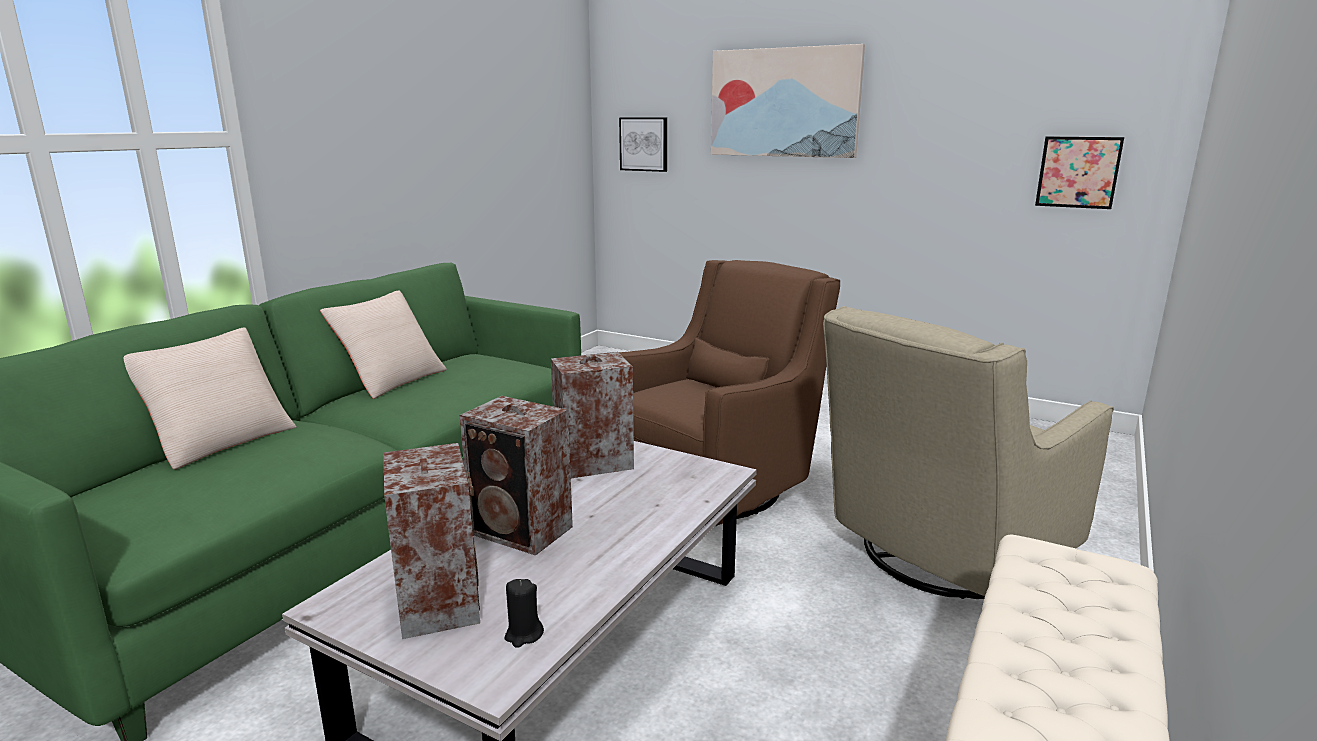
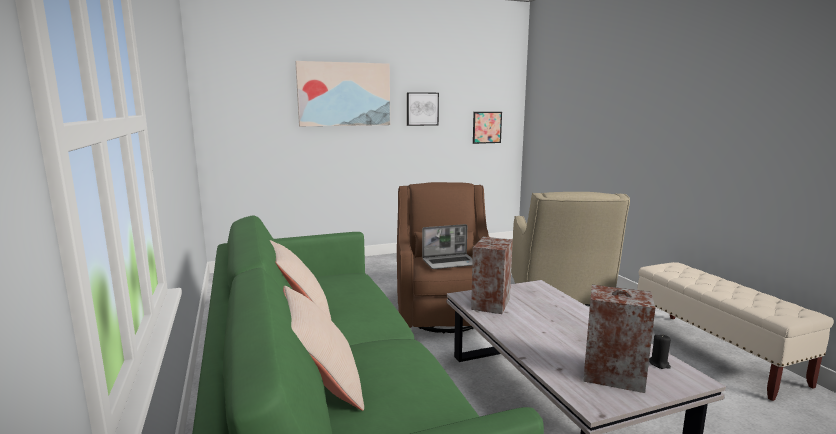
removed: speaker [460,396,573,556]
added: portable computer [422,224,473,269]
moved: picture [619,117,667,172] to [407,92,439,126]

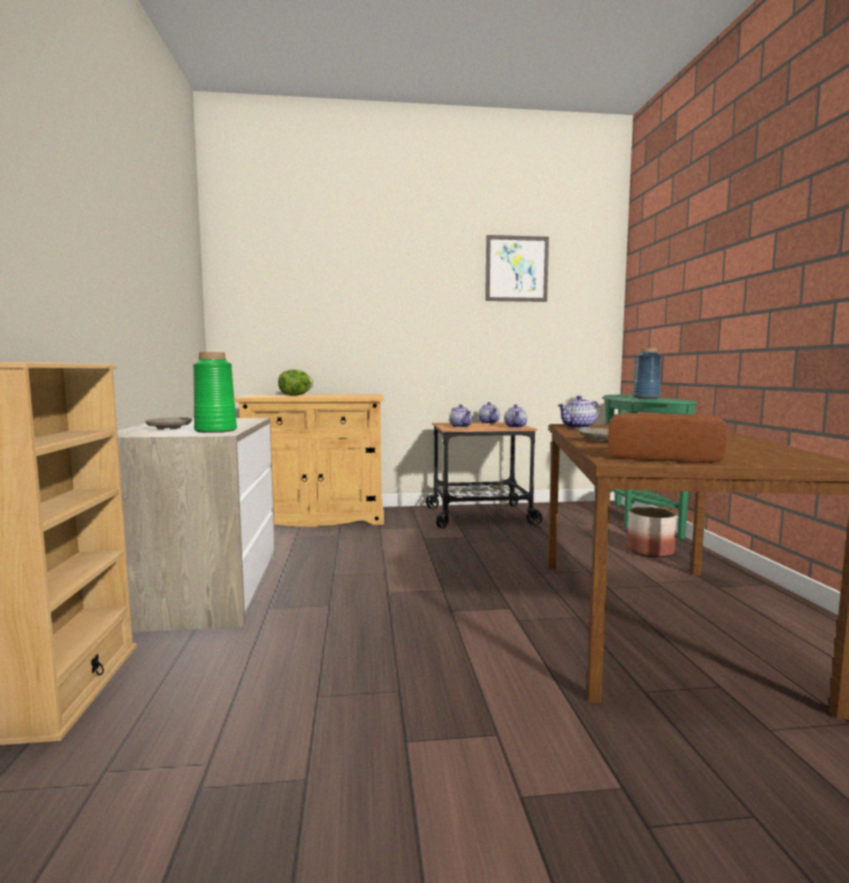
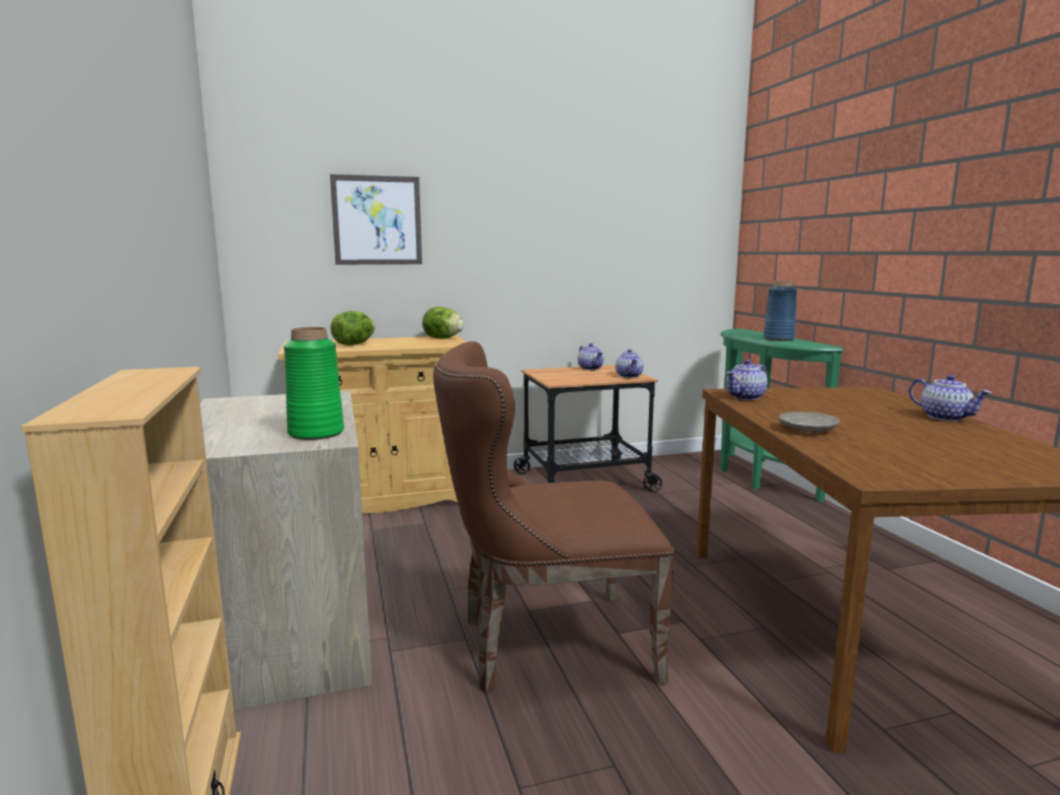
removed: beige dinner plate [145,417,192,430]; bread [608,413,727,463]; plant pot [627,507,676,557]
added: lettuce head [422,307,464,339]; brown-coloured chair [433,341,675,694]
moved: teapot [449,404,472,428] to [909,375,991,421]; picture [485,235,549,302] to [330,174,422,265]

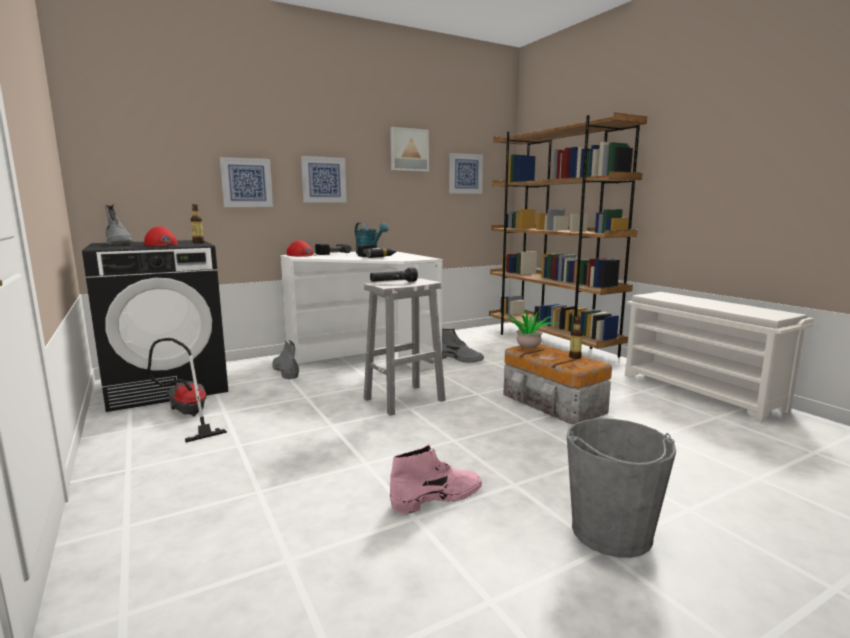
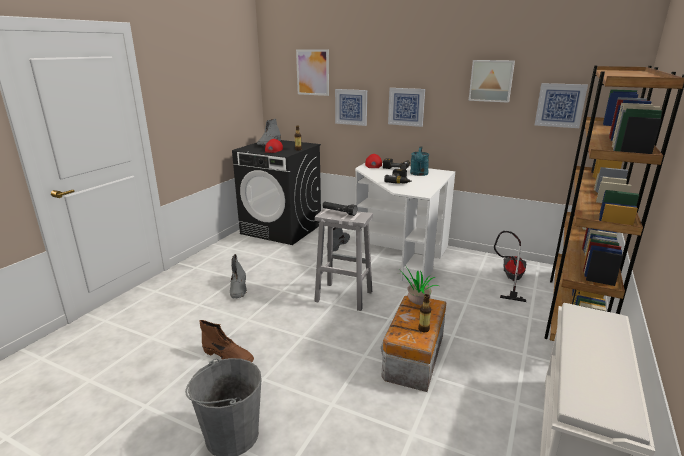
added: picture [296,49,329,96]
moved: vacuum [147,338,227,442] to [494,231,526,302]; greyish tall boot [442,328,484,363] to [230,254,247,299]
recoloured: pink tall boot [390,444,482,514] to brown-coloured tall boot [199,320,254,362]

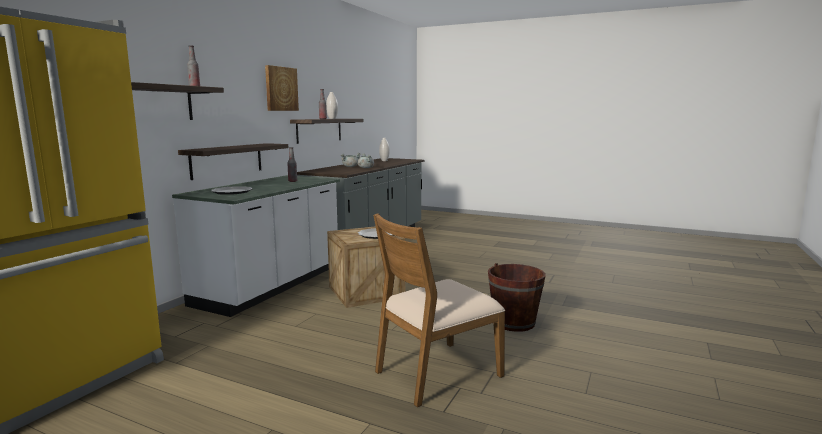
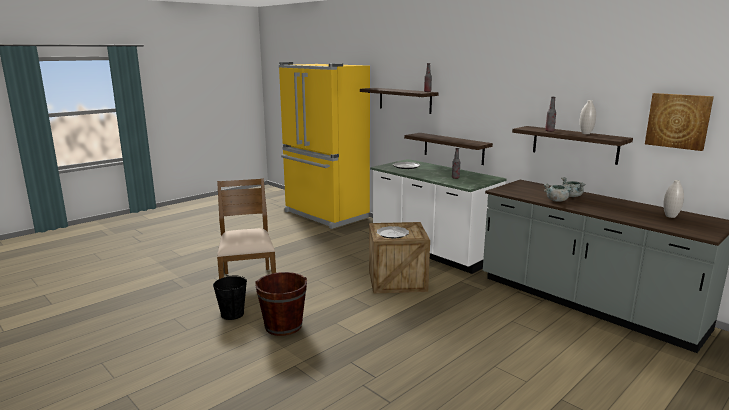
added: blackish pail [213,275,247,320]
moved: picture [265,65,299,111] to [645,93,714,151]

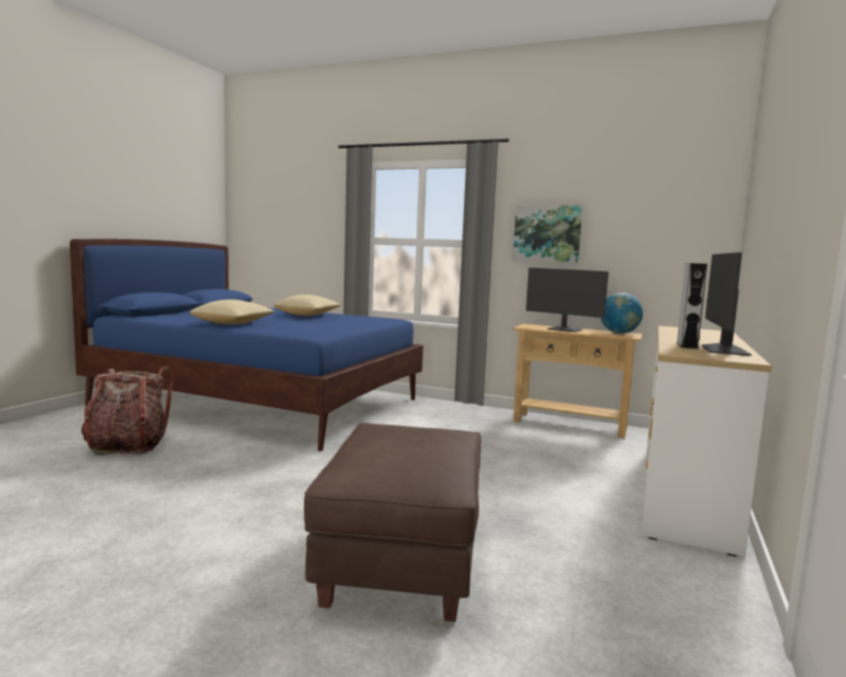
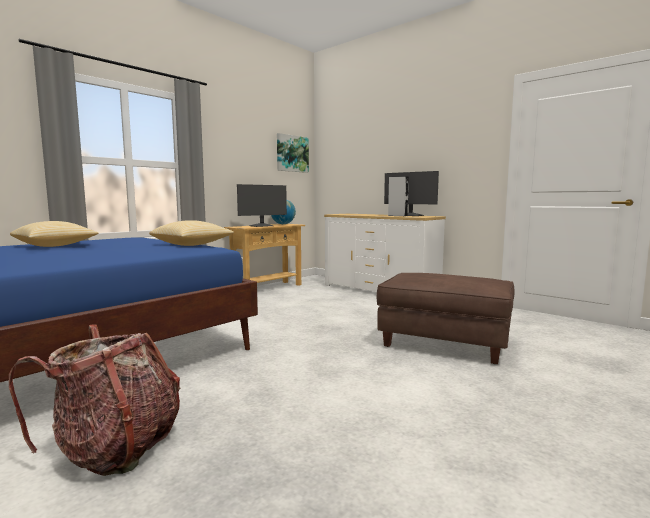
moved: pillow [190,299,275,325] to [149,220,234,246]; picture [513,205,583,263] to [277,133,309,173]

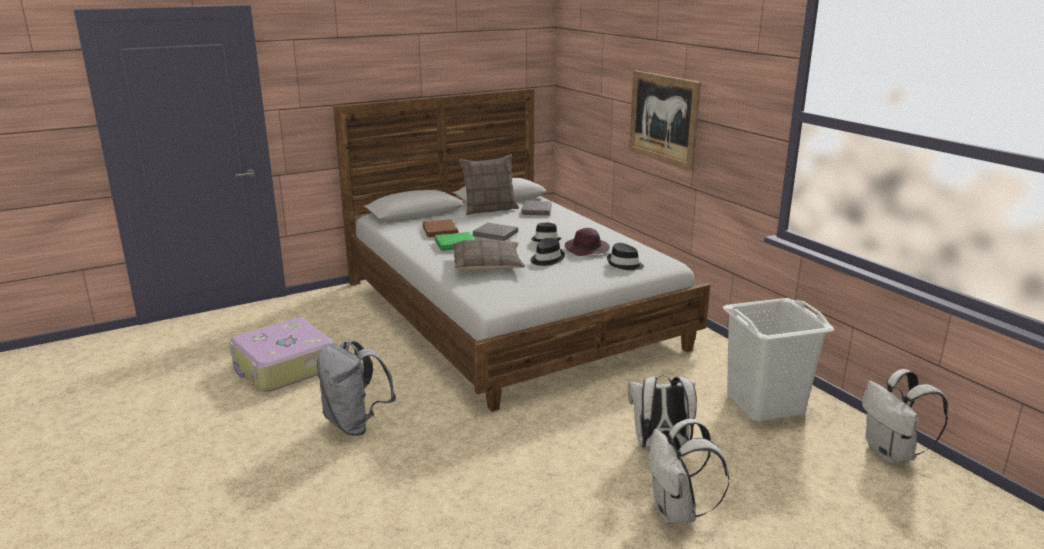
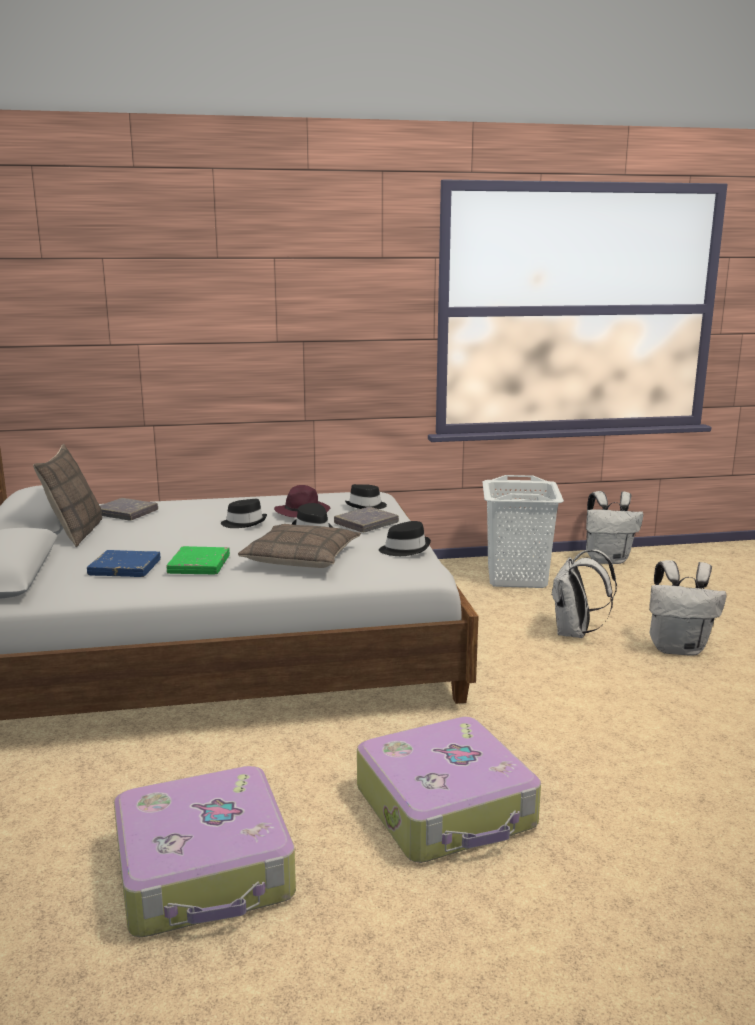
removed: picture [629,70,701,170]
added: blackish wearable hat [379,521,431,556]
moved: greyish book [473,223,518,241] to [334,507,399,532]
replaced: greyish knapsack [317,340,396,436] to suitcase [357,717,541,863]
recoloured: brown-coloured book [423,219,458,237] to blue-coloured book [87,550,161,577]

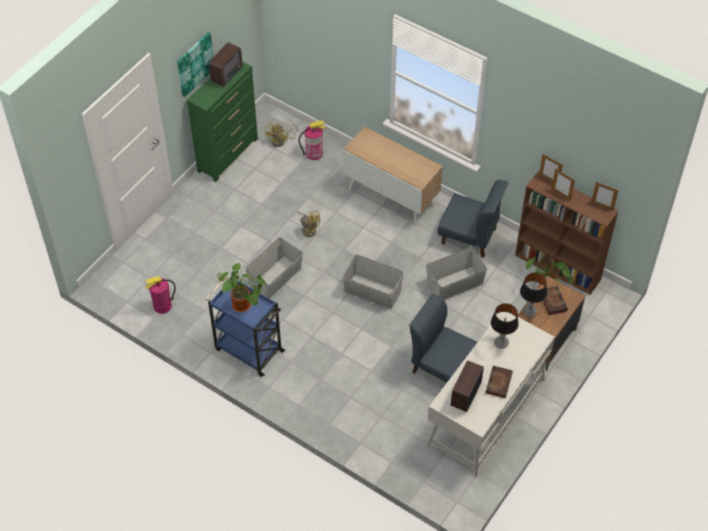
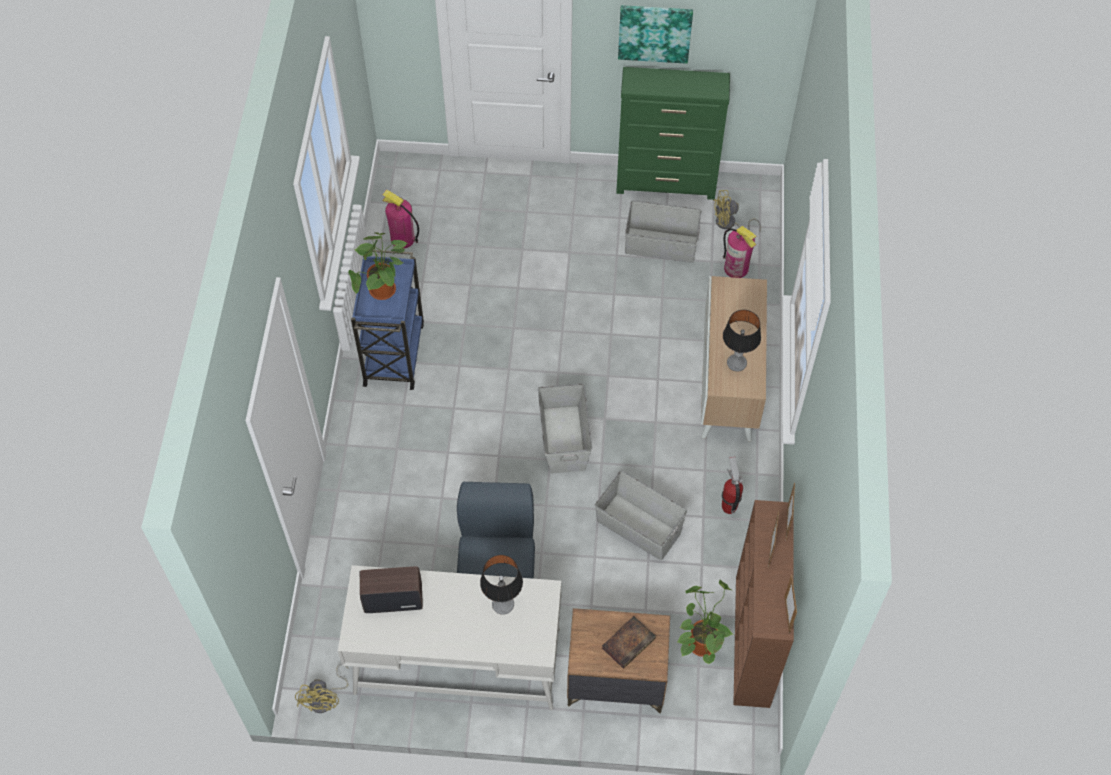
removed: radio receiver [209,42,243,87]; book [486,366,513,398]
moved: greyish storage box [246,237,303,299] to [625,200,701,263]; yellowish electric fan [296,211,320,237] to [295,664,349,713]; table lamp [520,273,547,317] to [723,310,761,372]
replaced: blue-coloured chair [437,180,508,258] to fire-fighting cylinder [722,456,743,514]

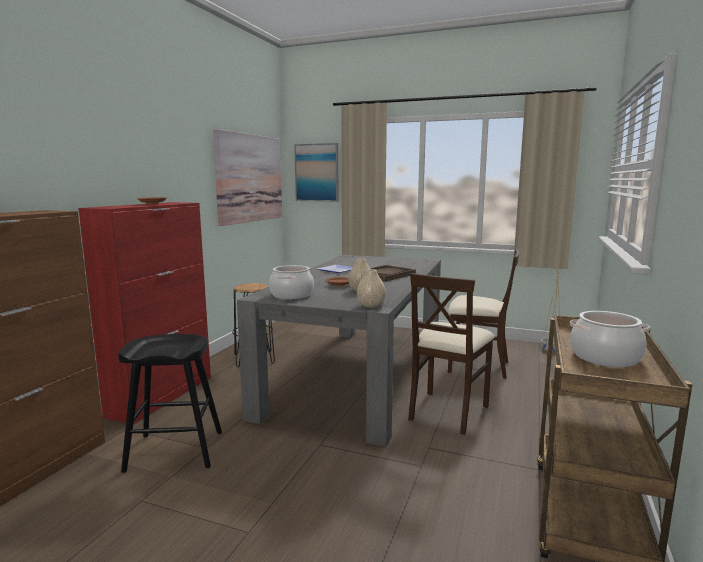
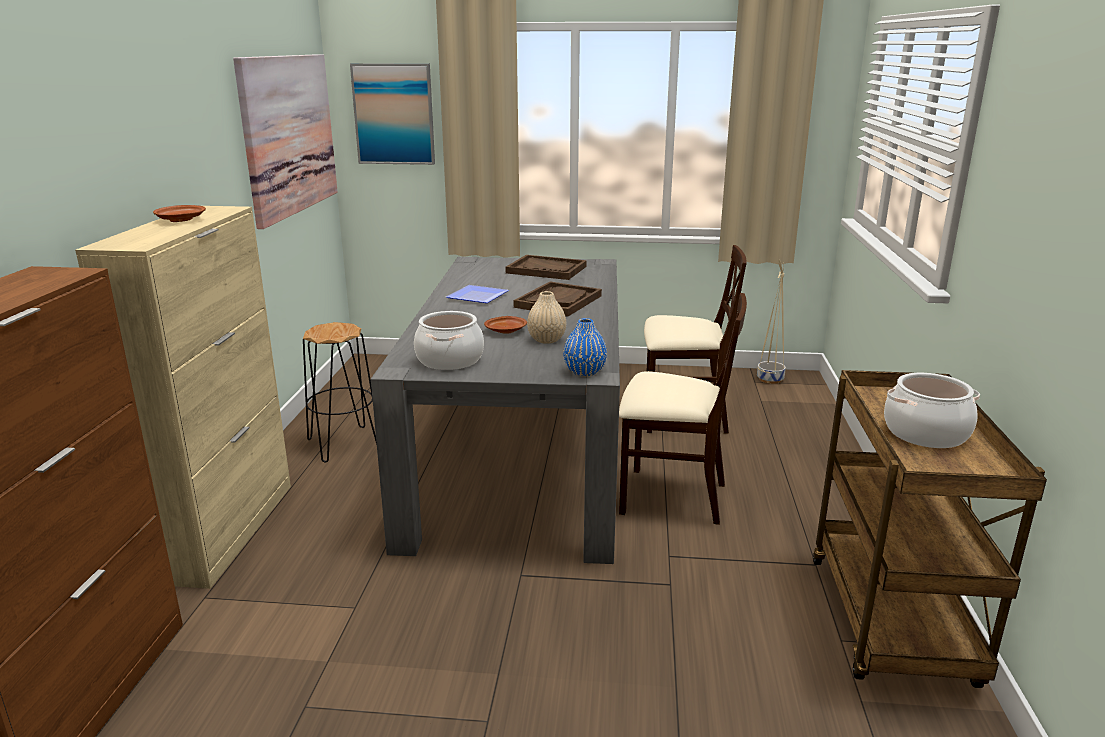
removed: blackish stool [118,334,222,473]
added: brown-coloured tray [506,255,587,280]
recoloured: reddish cupboard [78,202,211,424] to beige cupboard [75,206,291,589]; beige decorative vase [357,269,386,308] to blue-coloured decorative vase [563,318,607,376]
turned: beige chair [408,273,495,435] = [619,293,747,525] 90 degrees counterclockwise

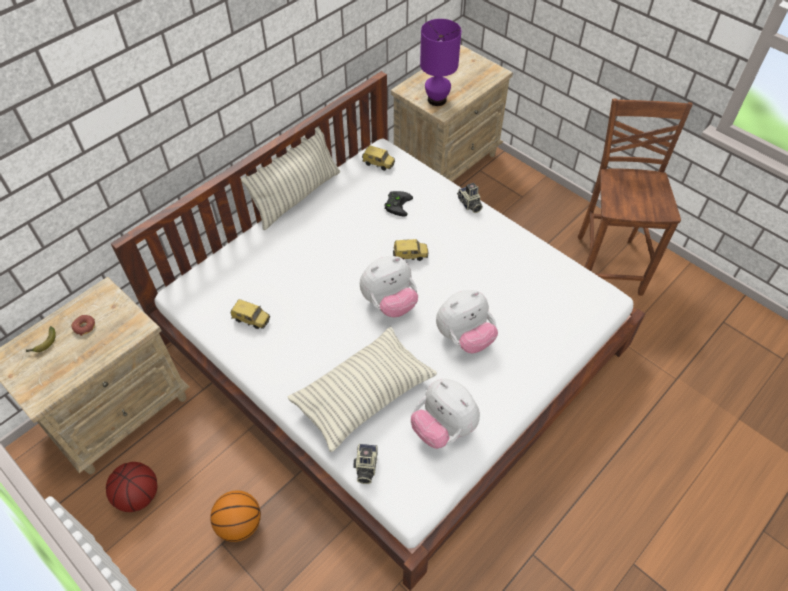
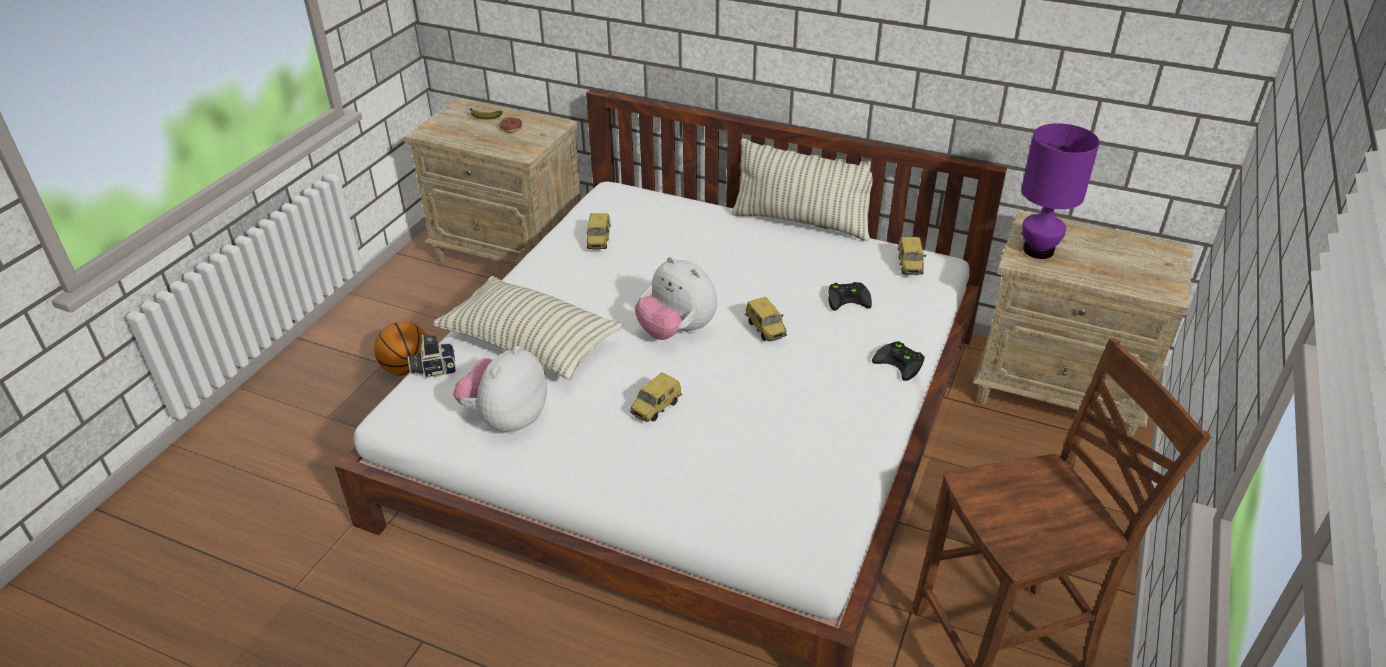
removed: basketball ball [106,462,157,512]
replaced: cuddly toy [436,290,498,353] to toy car [630,373,682,422]; photo camera [457,183,483,213] to blackish joypad [872,341,925,381]

